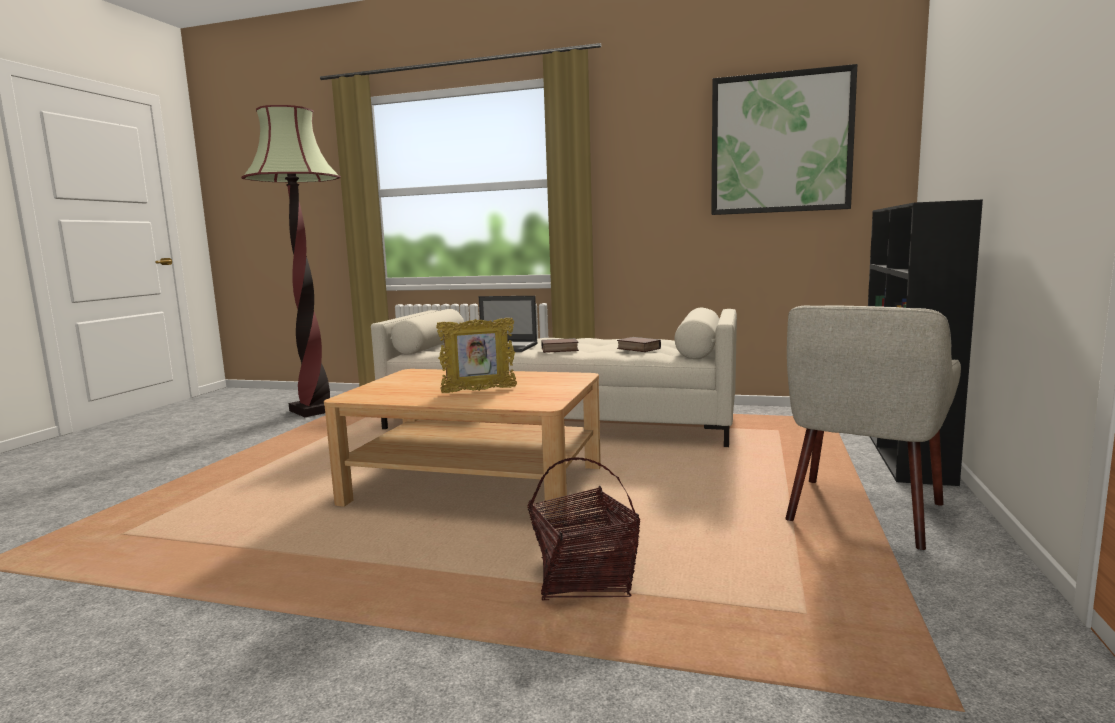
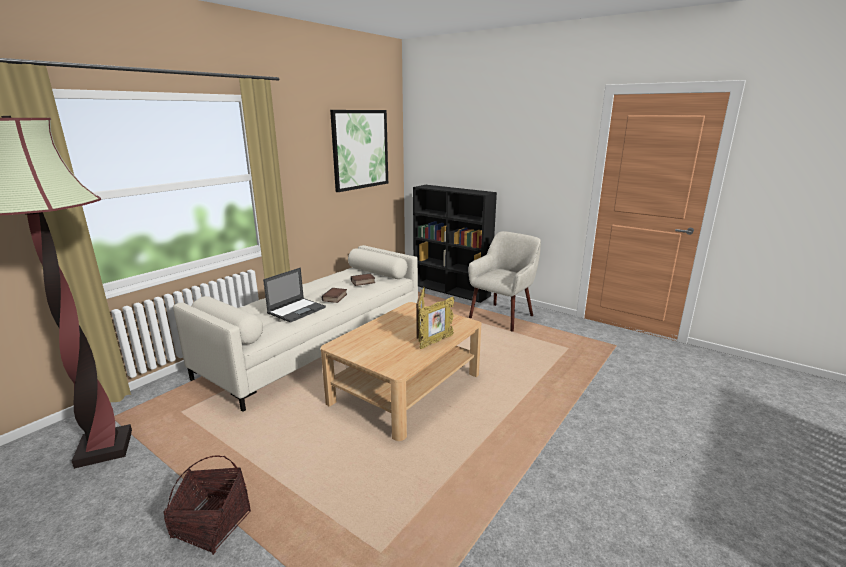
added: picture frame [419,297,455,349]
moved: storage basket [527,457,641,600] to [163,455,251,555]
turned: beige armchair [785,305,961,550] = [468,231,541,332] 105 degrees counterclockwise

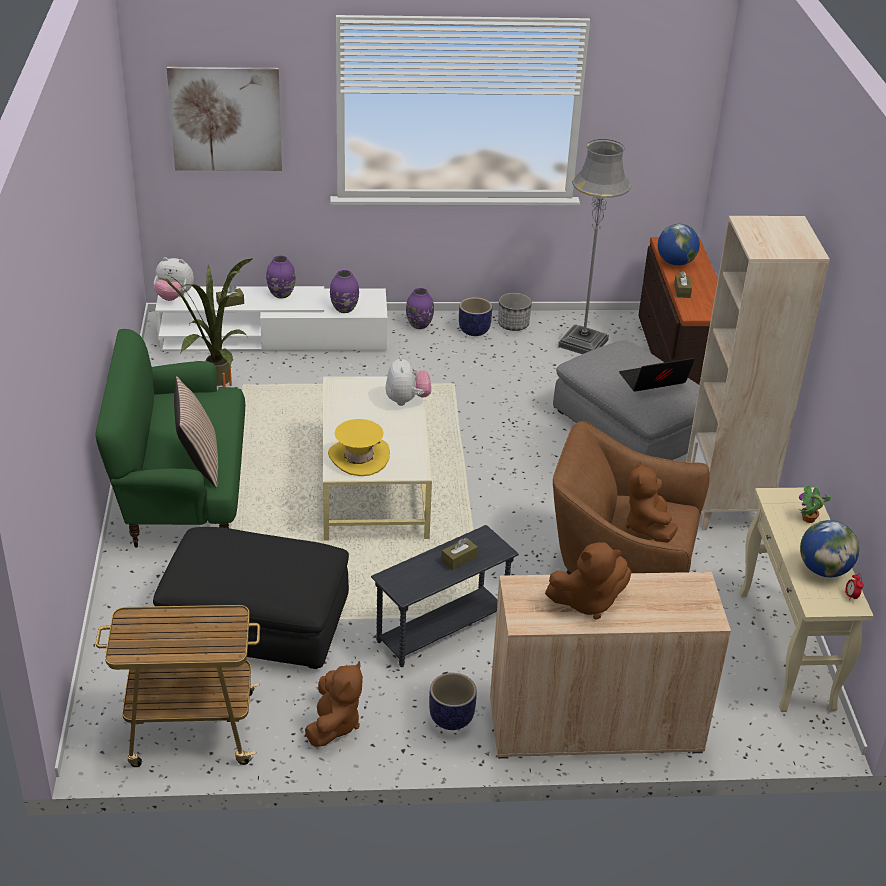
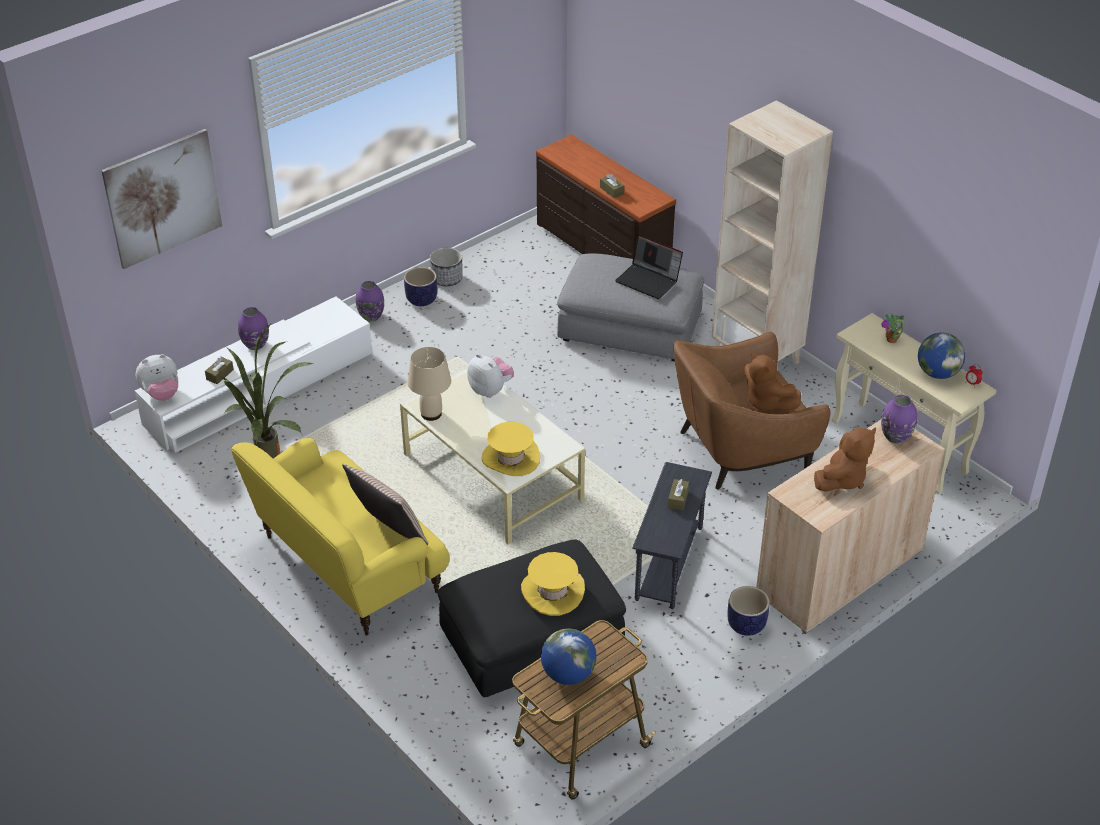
removed: brown-coloured cuddly toy [305,661,363,747]; greyish standard lamp [558,139,631,354]
added: beige table lamp [407,347,451,421]; yellowish wearable hat [521,552,585,616]
moved: purple decorative vase [330,270,359,313] to [881,395,917,444]; desk globe [658,224,700,266] to [541,629,596,685]
recoloured: greenish settee [96,329,245,548] to yellowish settee [231,438,450,636]
turned: portable computer [619,358,695,392] = [615,235,683,299] 90 degrees counterclockwise

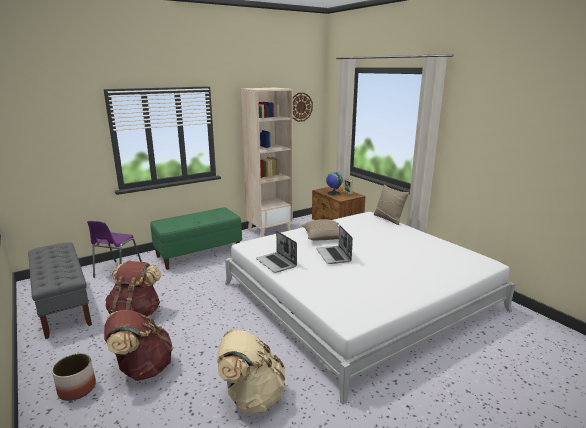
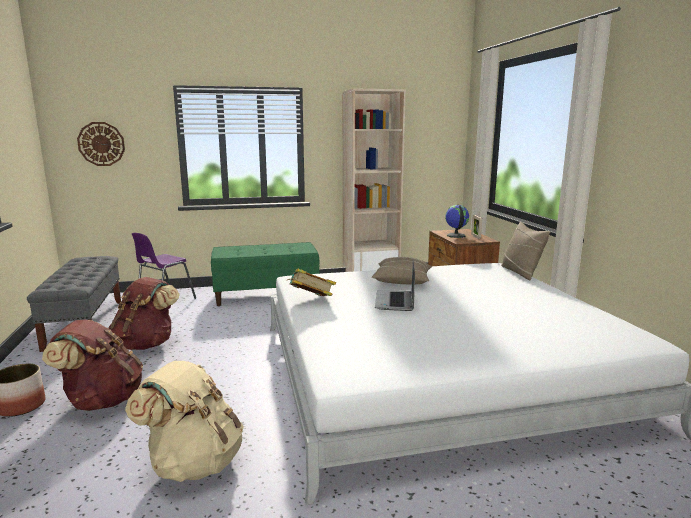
moved: clock on the wall [293,93,313,122] to [77,122,125,166]
replaced: portable computer [256,231,297,273] to book [287,269,336,296]

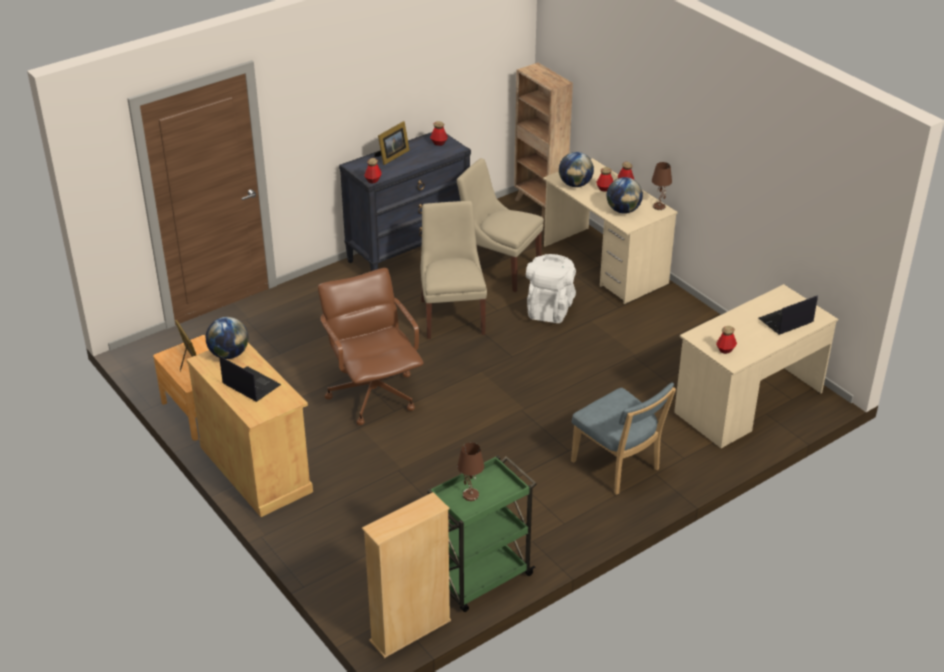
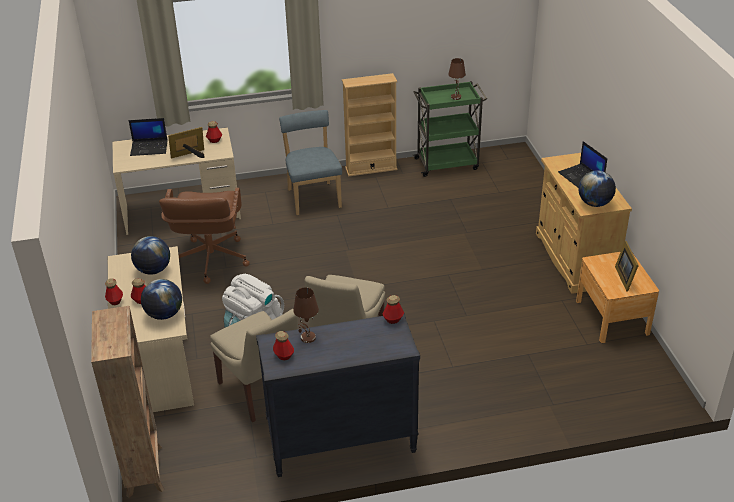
moved: brown-coloured computer chair [318,268,423,425] to [159,188,250,284]; beige bookshelf [362,492,451,658] to [342,73,397,176]; picture frame [374,121,409,165] to [168,127,205,158]; brown-coloured table lamp [652,162,672,210] to [293,288,319,343]

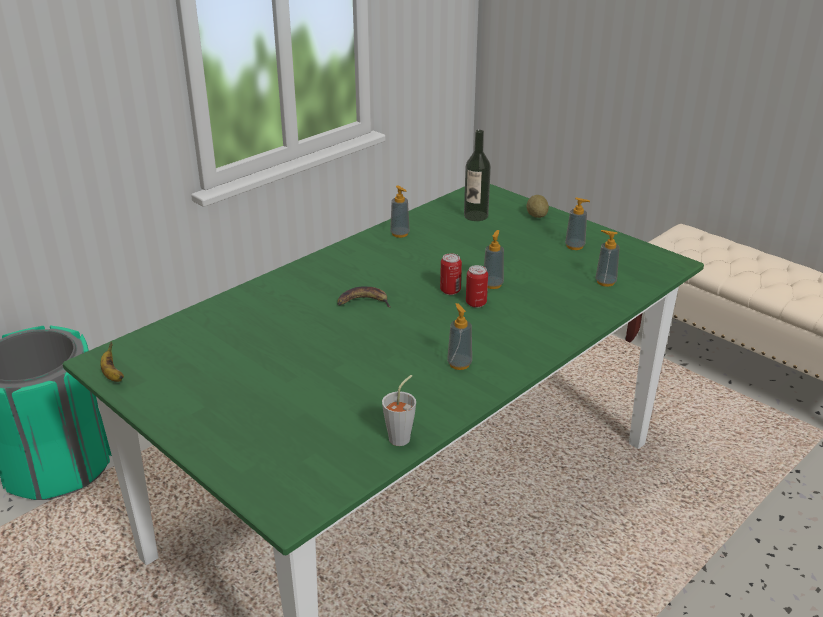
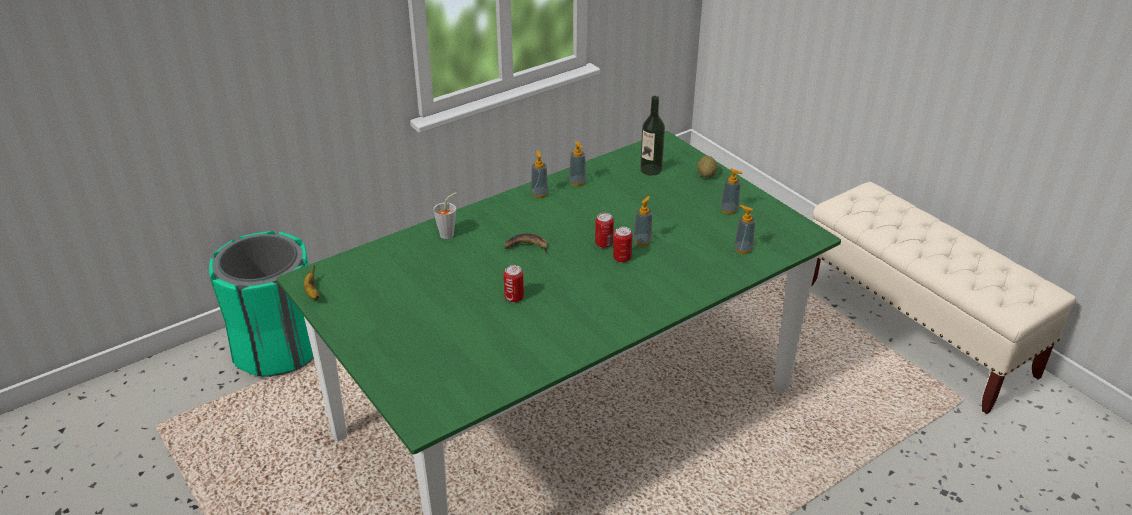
added: can [504,265,524,303]
moved: greyish small cup [382,375,416,446] to [433,192,457,239]; soap dispenser [447,303,472,370] to [531,150,548,198]

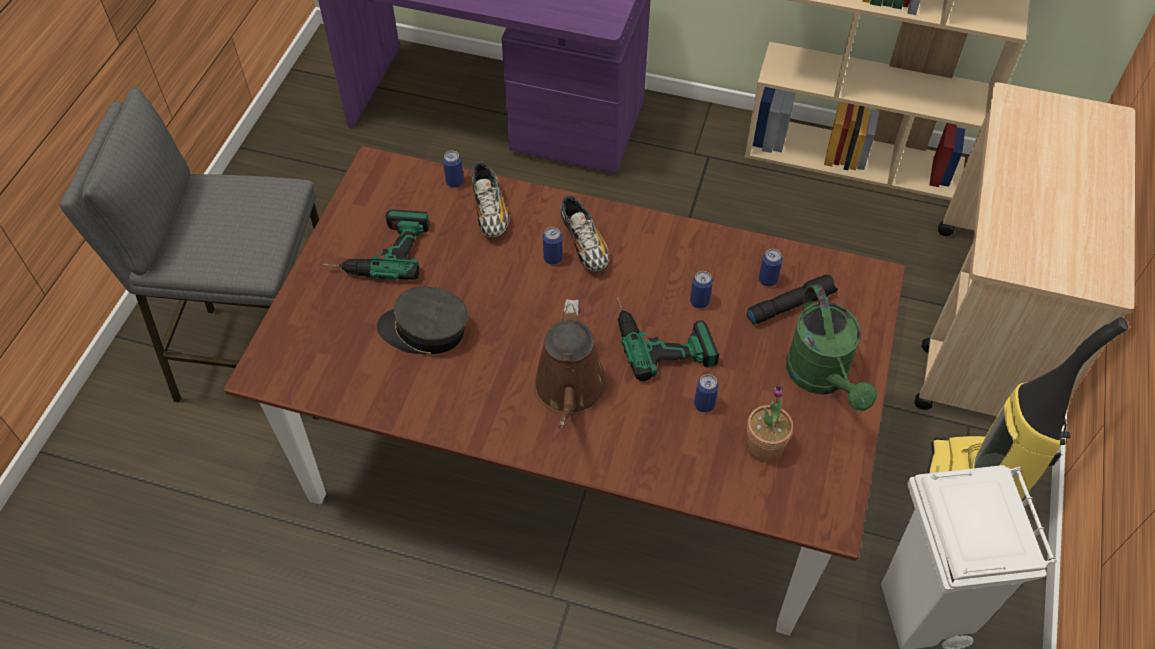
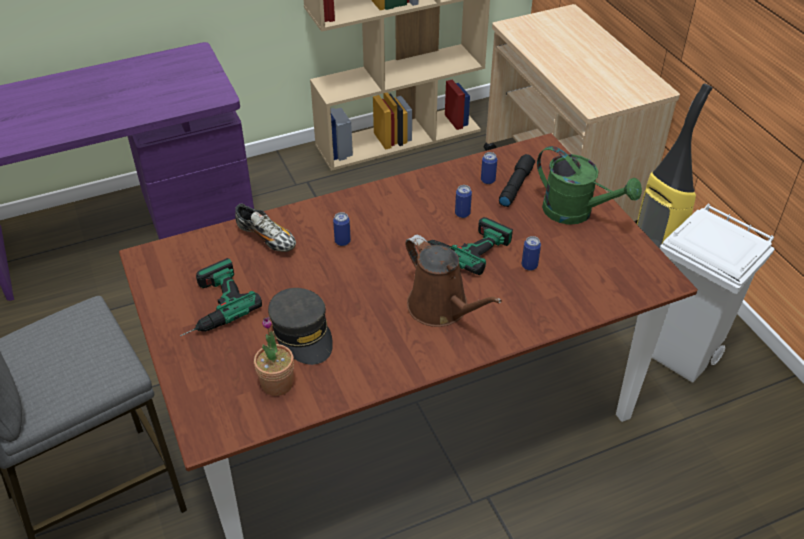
removed: can [443,151,464,188]; shoe [561,195,609,272]
moved: potted plant [746,385,793,462] to [254,317,294,396]
turned: greyish cap [377,287,468,354] = [268,288,333,365] 90 degrees counterclockwise

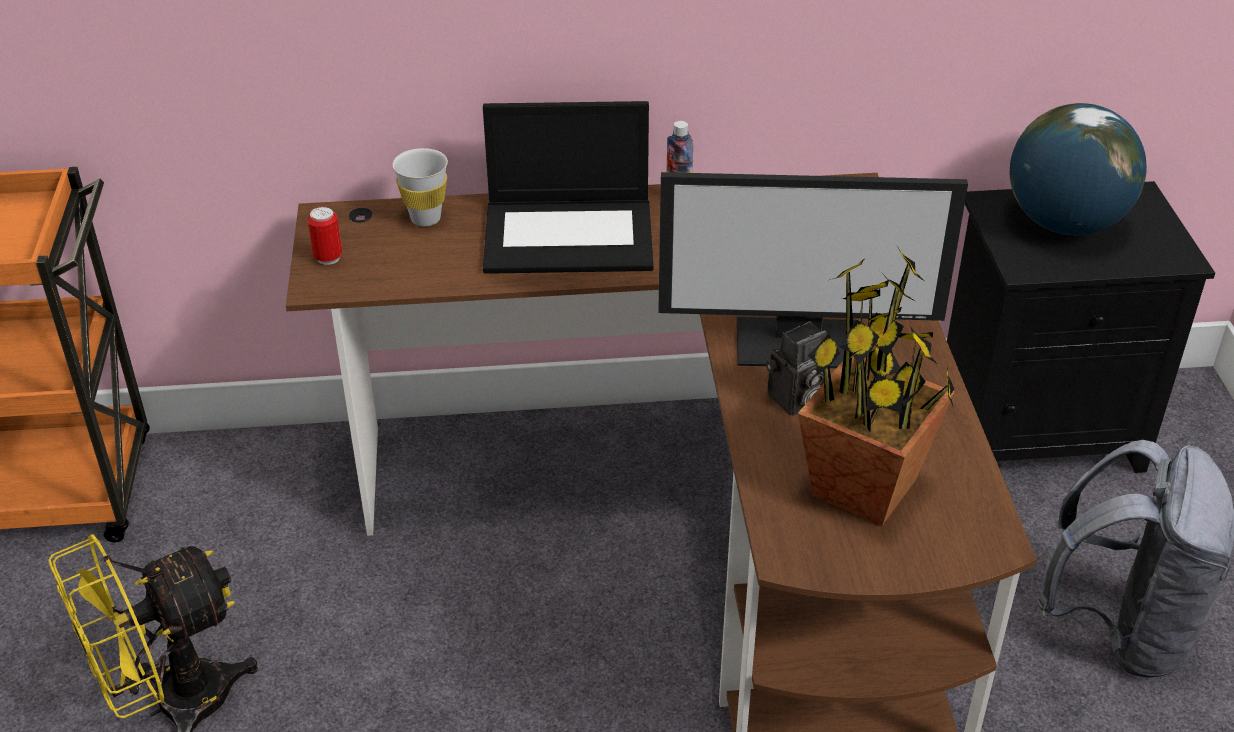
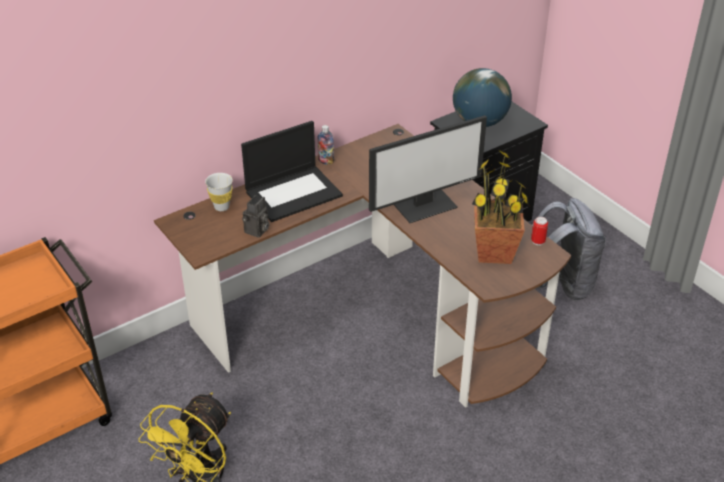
moved: can [308,206,342,265] to [531,217,548,245]; photo camera [766,321,827,416] to [242,195,269,238]

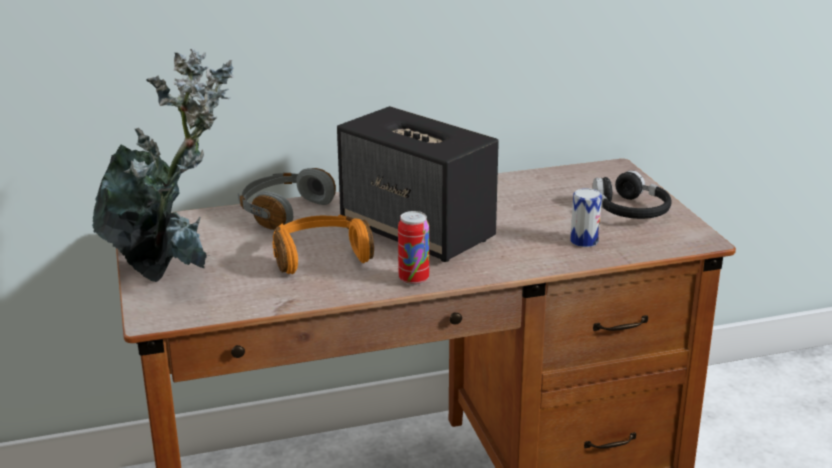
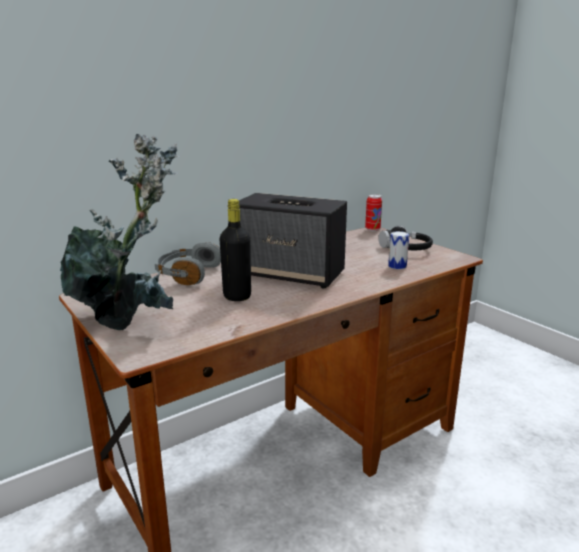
moved: can [398,211,429,285] to [365,194,382,231]
replaced: orange headset [272,215,374,274] to blackish bottle [220,199,251,301]

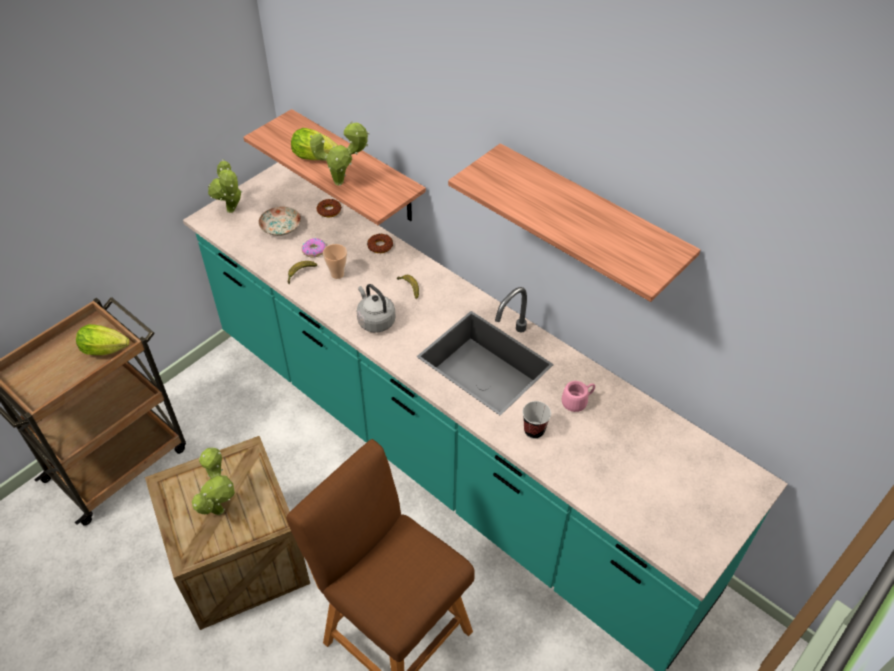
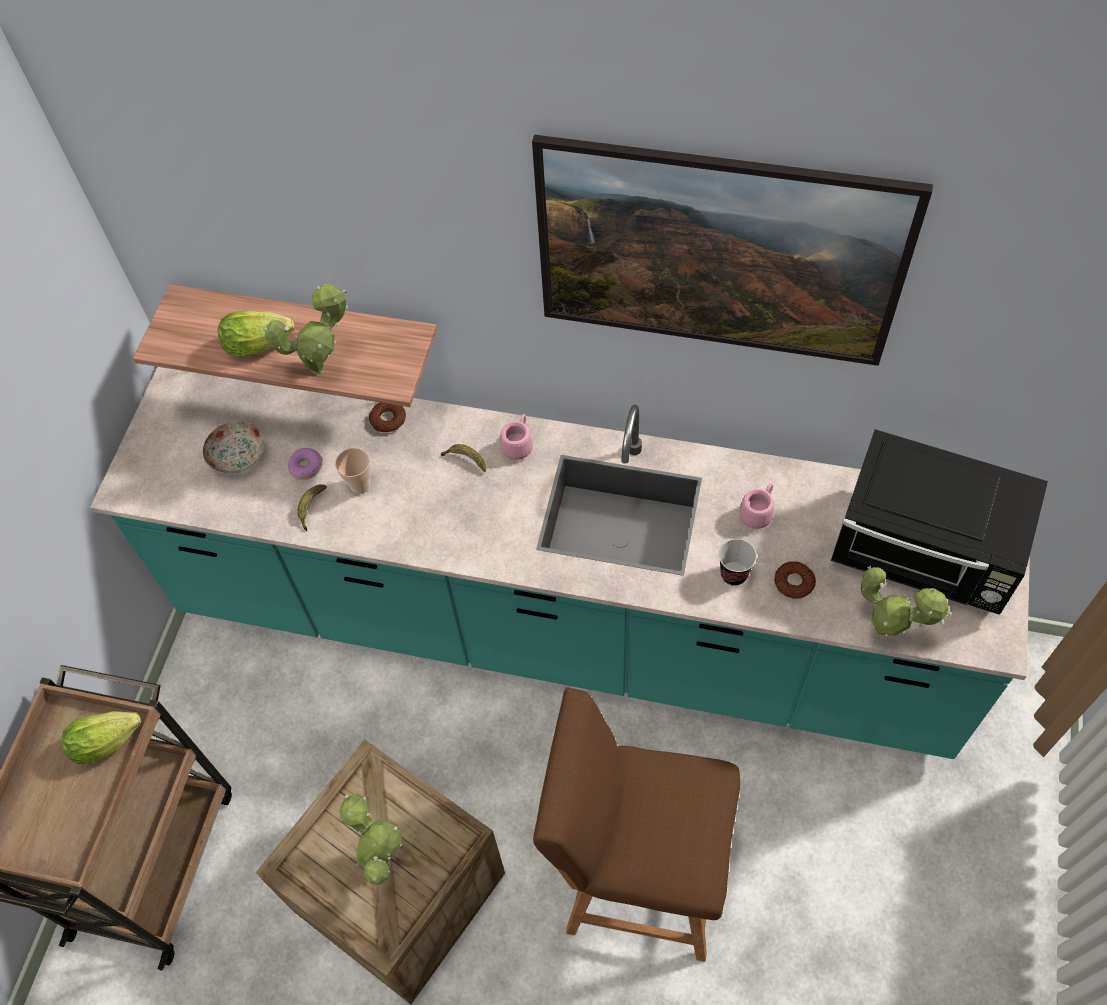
removed: greyish tea kettle [357,284,396,333]
added: pink tea mug [500,414,533,460]; blackish microwave [831,429,1048,615]
moved: potted plant [208,159,243,213] to [861,566,951,637]; donut [316,199,342,217] to [774,561,816,599]
replaced: wall shelf [448,143,700,302] to picture [532,135,933,366]

